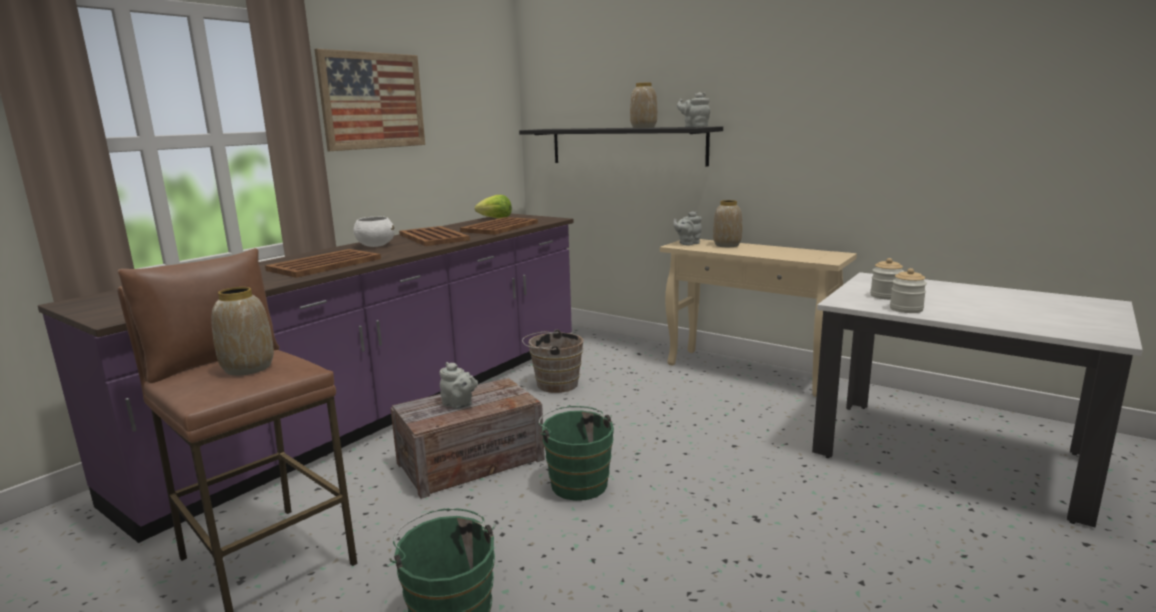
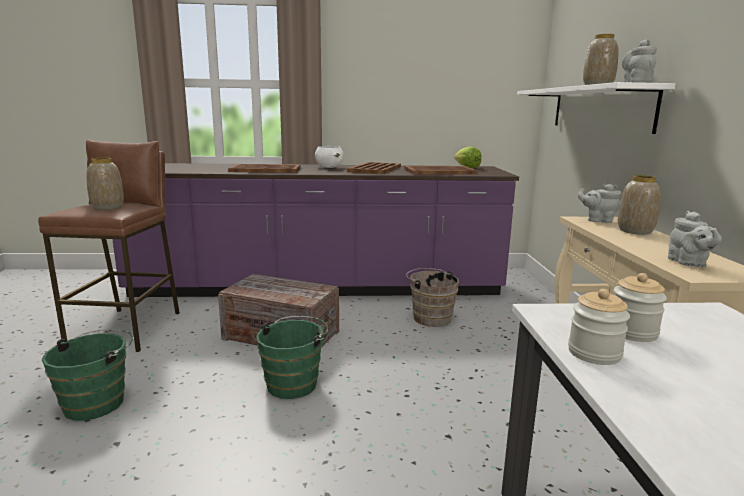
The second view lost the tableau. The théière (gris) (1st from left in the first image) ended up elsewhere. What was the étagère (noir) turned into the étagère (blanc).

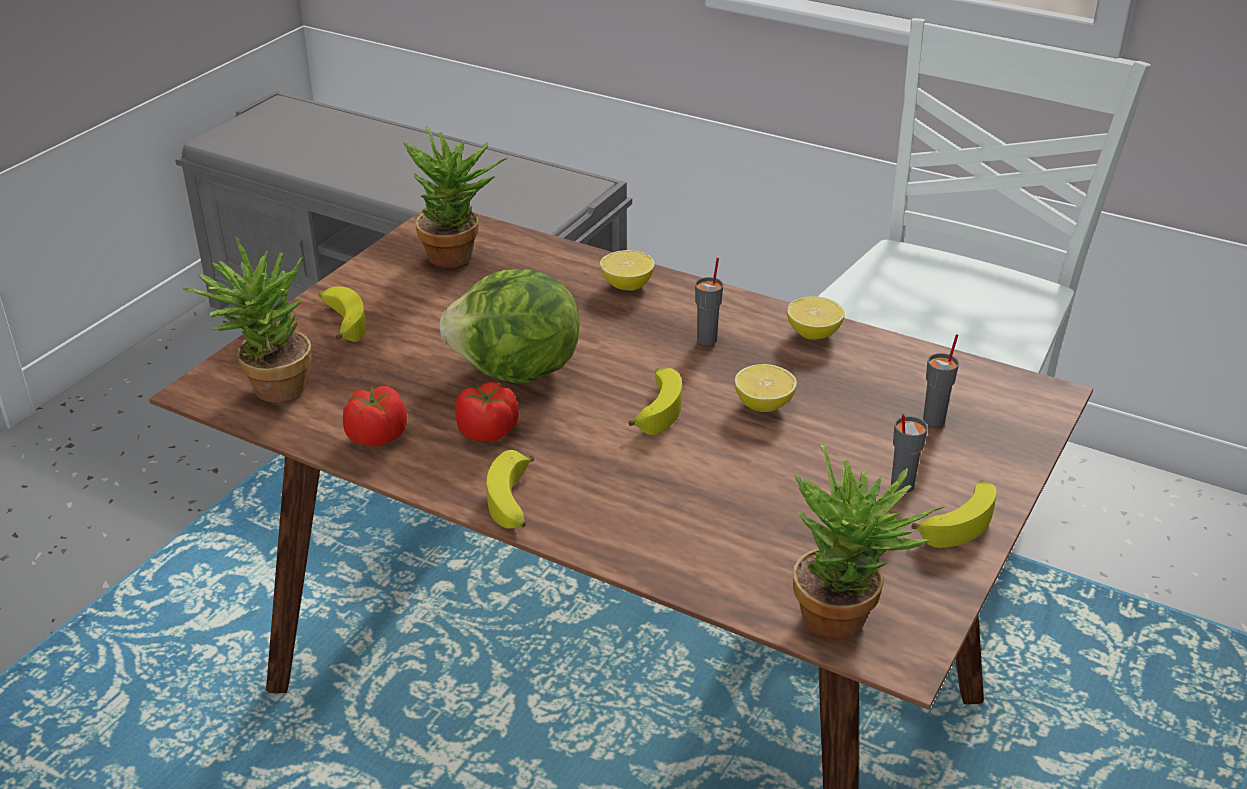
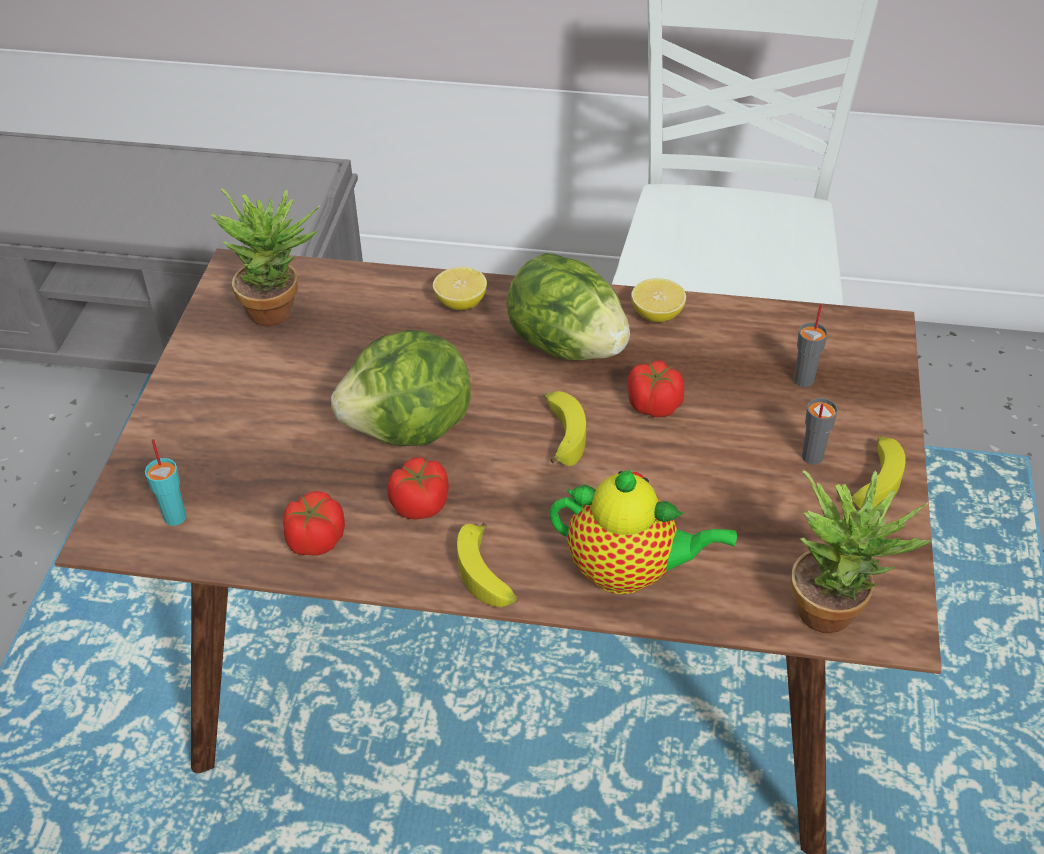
Where the plante en pot (1st from left) stood, the tasse (turquoise) came to stand. The second view lost the banane (1st from left). Where the tasse (gris) (1st from left) stood, the laitue (2nd from left) came to stand. Where the citron (2nd from left) stood, the tomate (3rd from left) came to stand. The second view gained the théière.

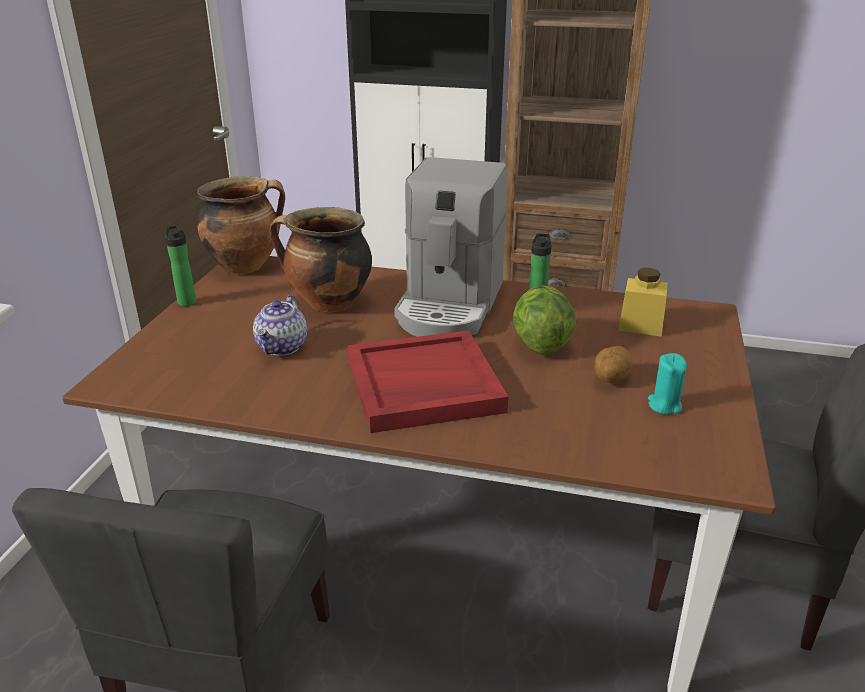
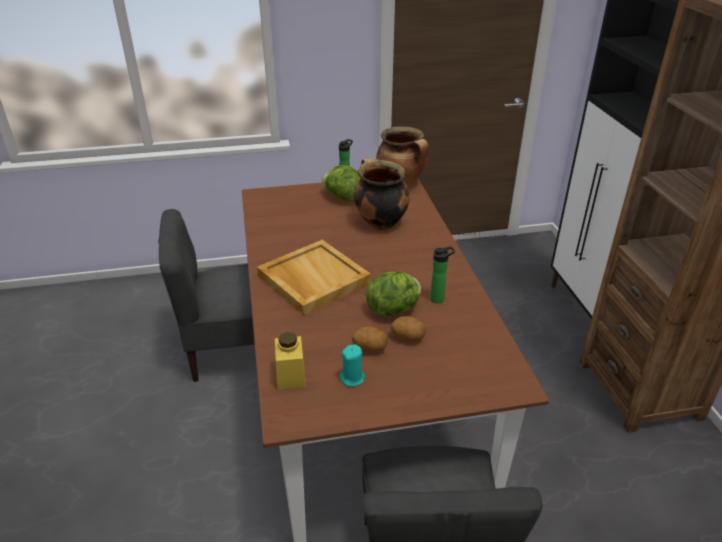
The second view lost the théière. What was the plateau (rouge) turned into the plateau (beige). The second view lost the machine à café. The bocal (jaune) ended up elsewhere. The second view gained the laitue (1st from left). The second view gained the pomme de terre (2nd from left).

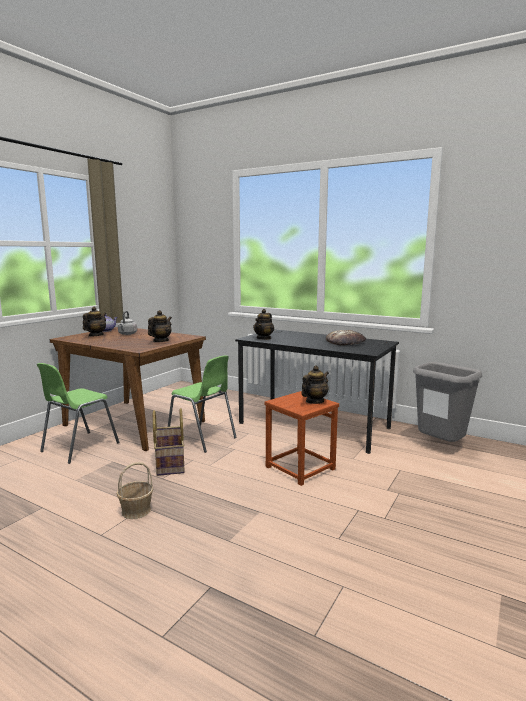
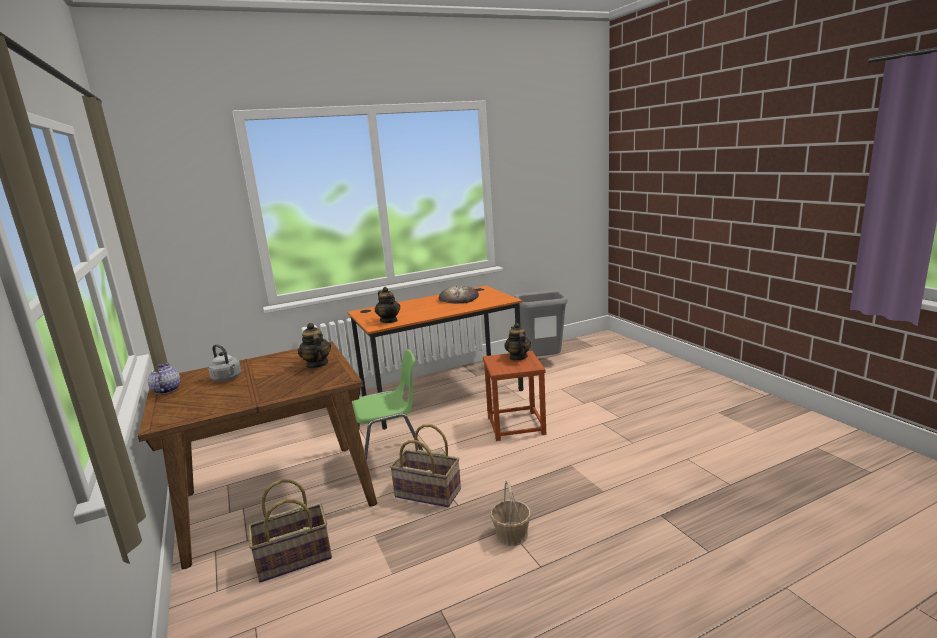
Where the chaise (vert) (1st from left) stood, the panier (1st from left) came to stand. The second view lost the théière (1st from left). What was the bureau (noir) turned into the bureau (orange).

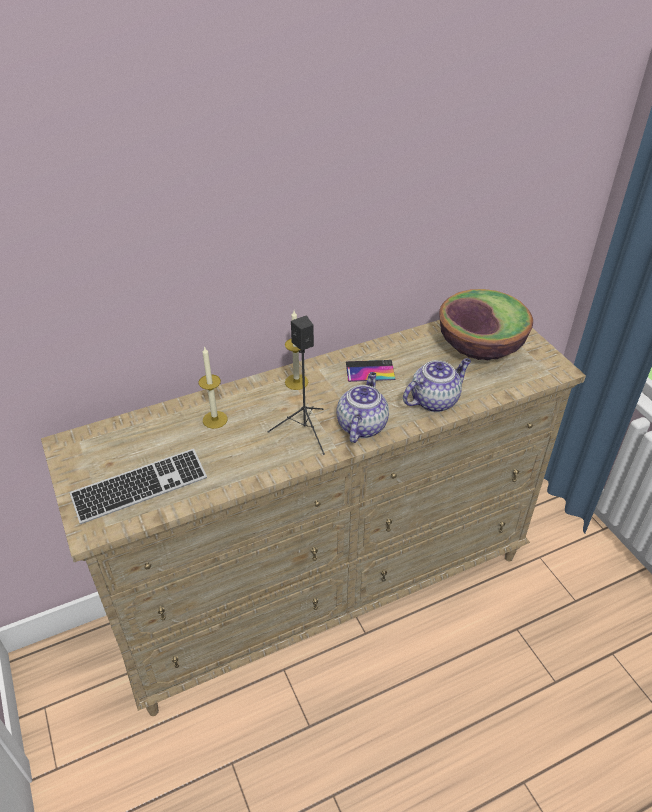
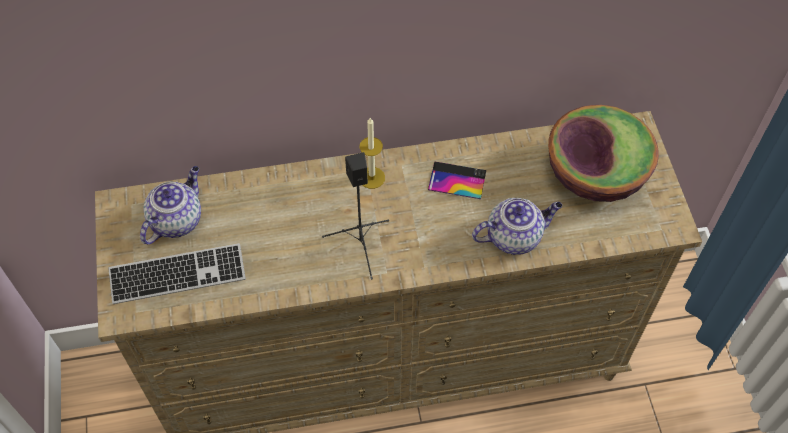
The second view lost the bougie (1st from left). The théière (1st from left) ended up elsewhere.

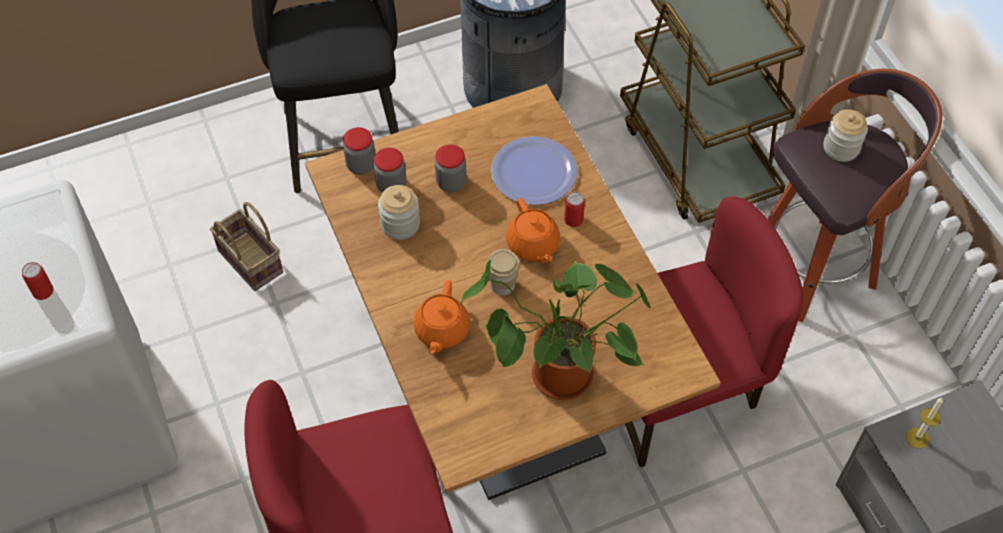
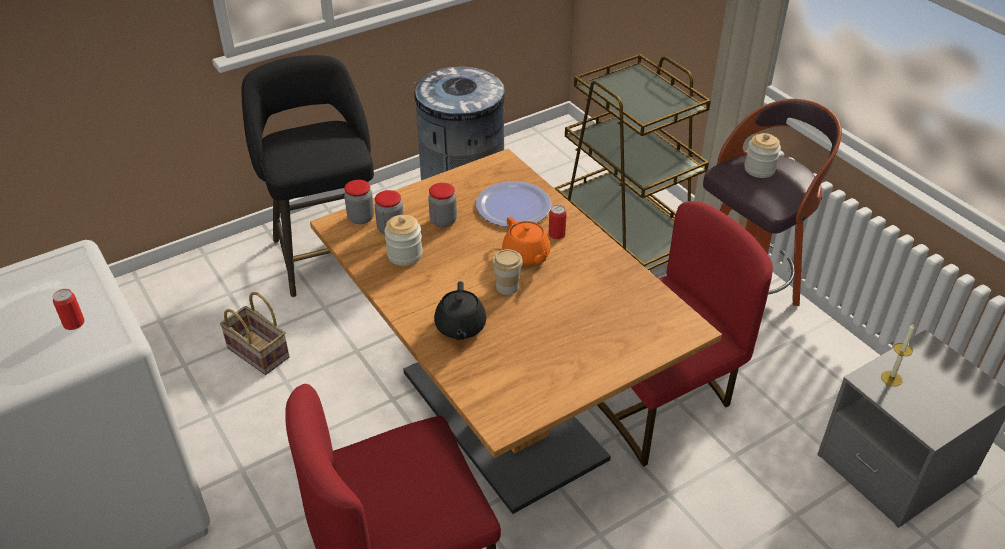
What was the théière (orange) (1st from left) turned into the théière (noir). The second view lost the plante en pot.

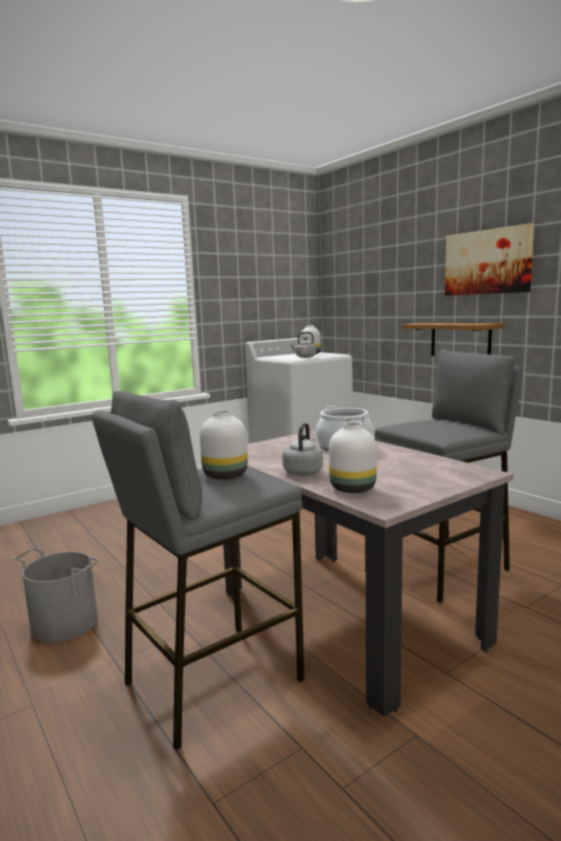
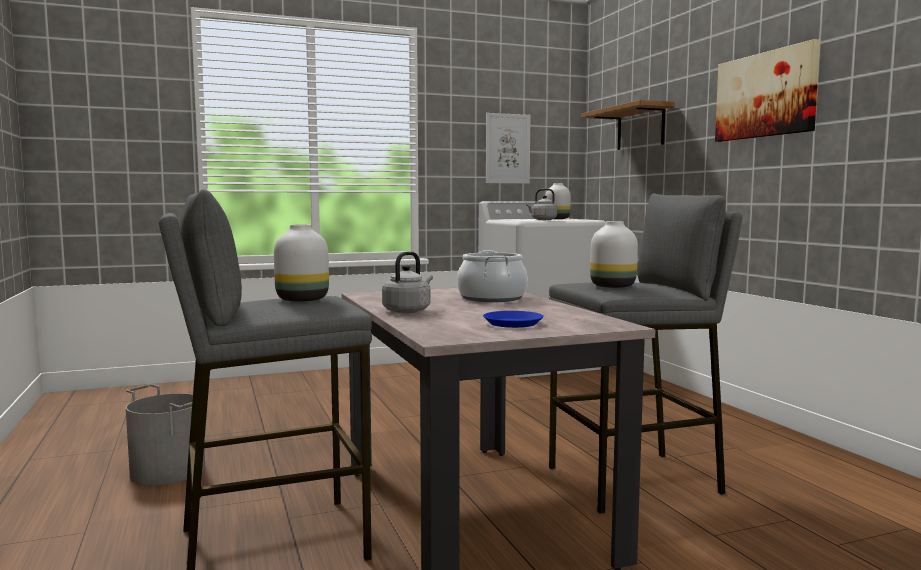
The vase (blanc) (3rd from left) ended up elsewhere. The étagère ended up elsewhere. The second view gained the assiette (bleu). The second view gained the tableau (1st from left).

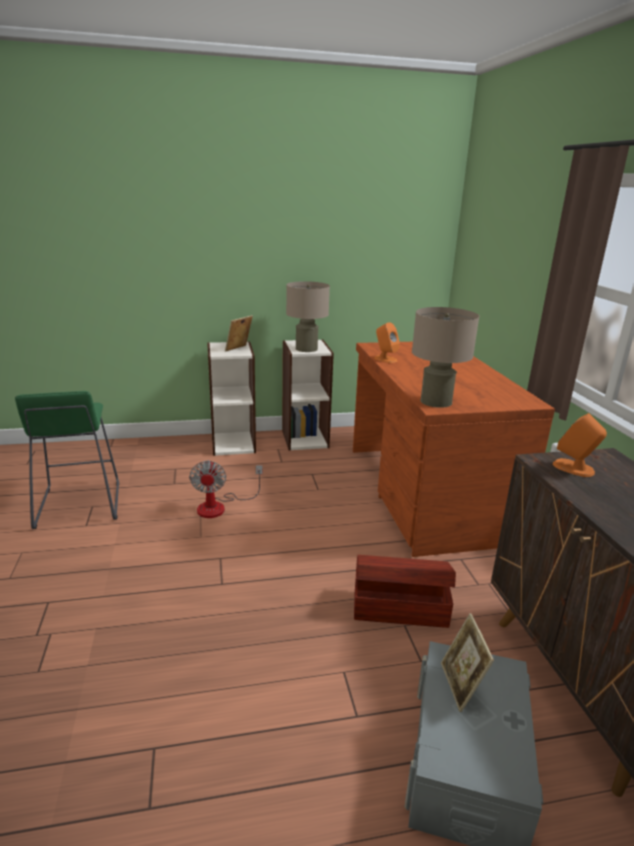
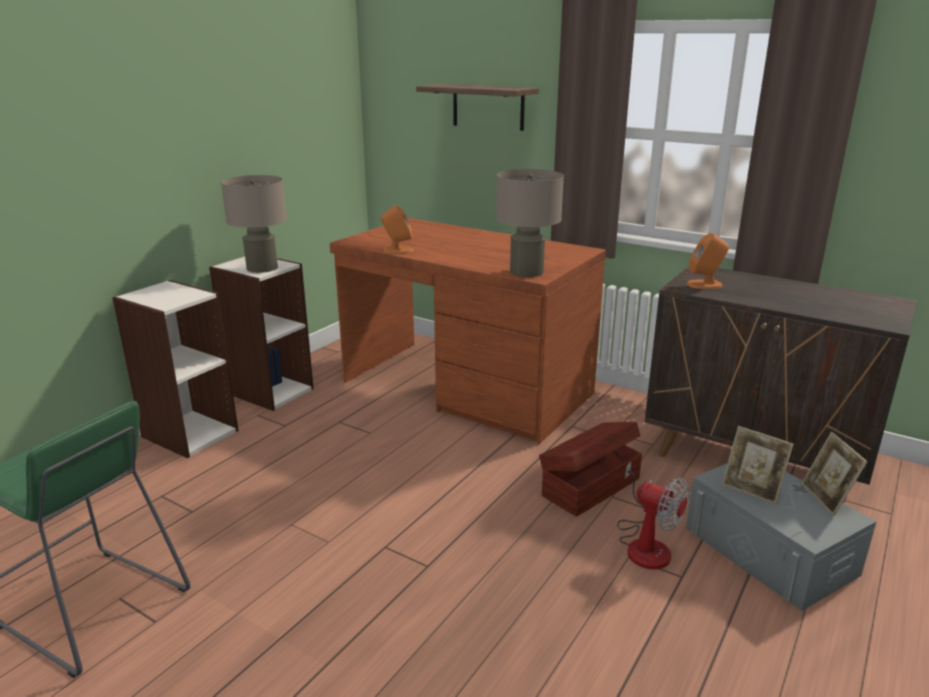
The ventilateur ended up elsewhere. The cadre photo (1st from left in the first image) ended up elsewhere. The second view gained the étagère.

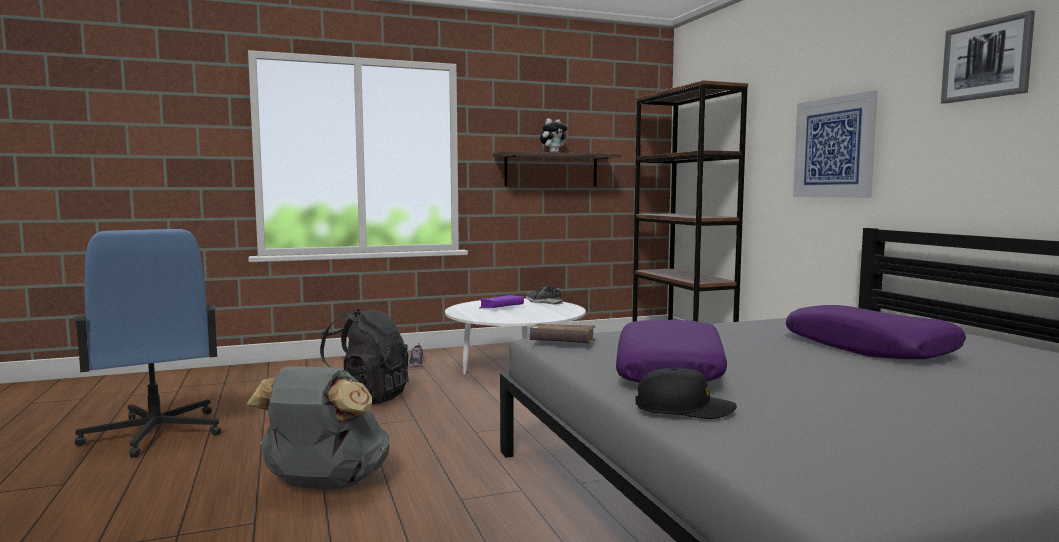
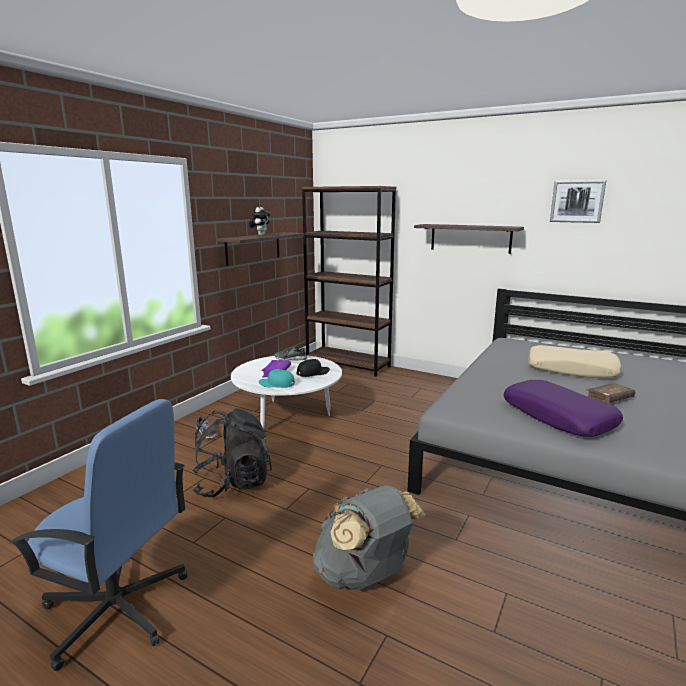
The livre (marron) ended up elsewhere. The casquette (noir) ended up elsewhere. What was the coussin (violet) (2nd from left) turned into the coussin (beige). Where the tableau (1st from left) hung, the étagère (2nd from left) came to hang. The second view gained the casquette (turquoise).

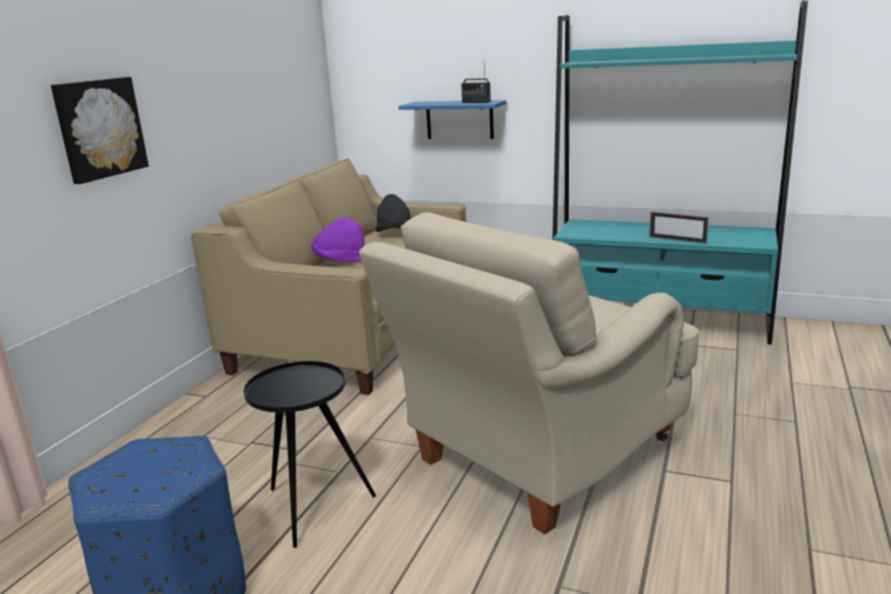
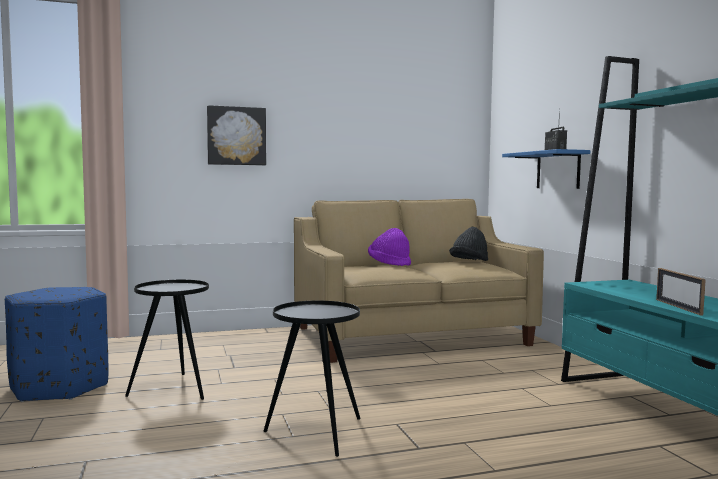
Where the fauteuil (beige) stood, the table d'appoint (noir) (2nd from left) came to stand.

